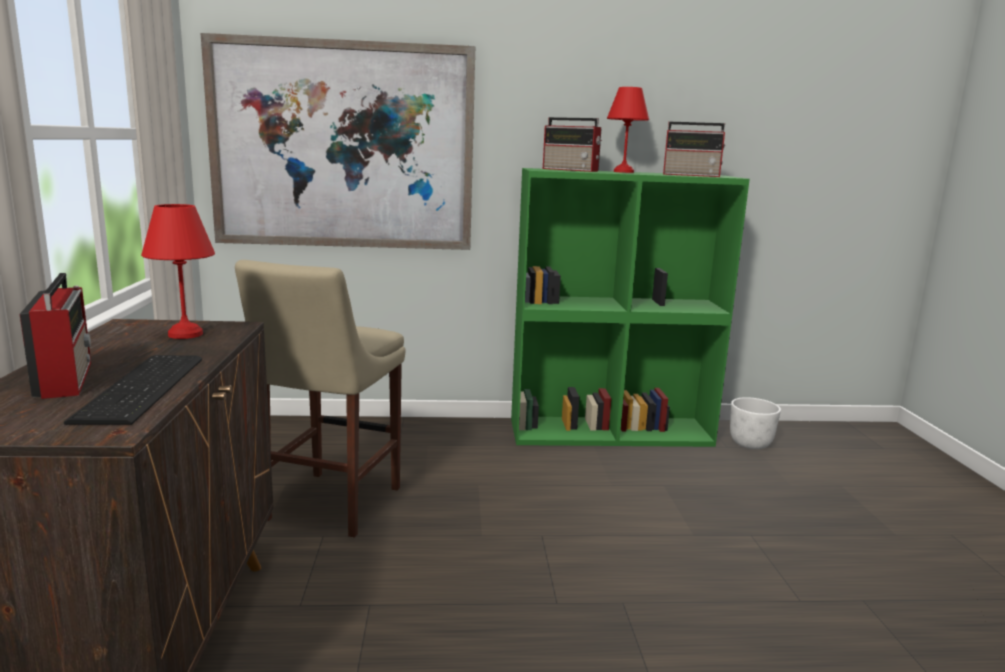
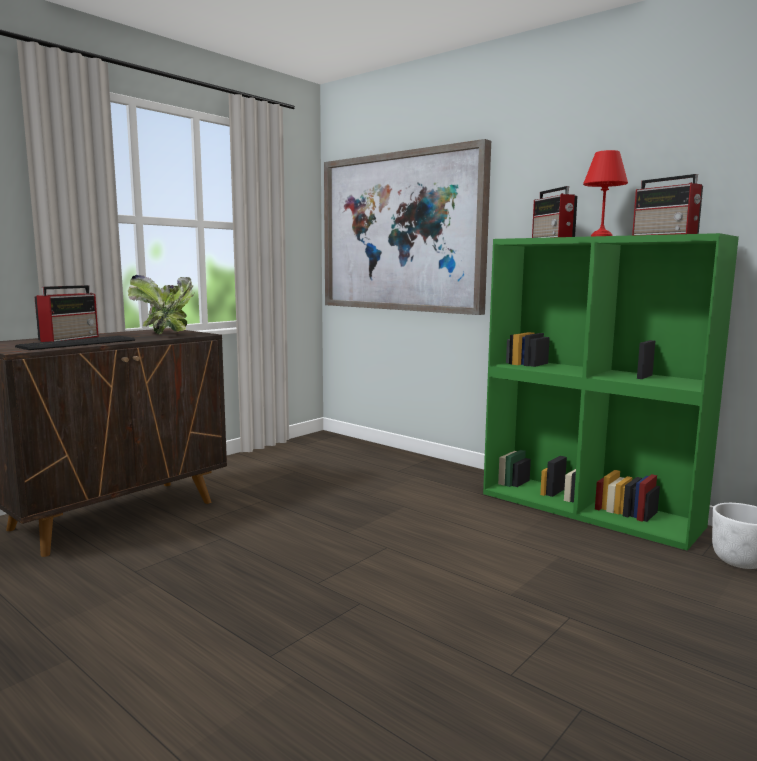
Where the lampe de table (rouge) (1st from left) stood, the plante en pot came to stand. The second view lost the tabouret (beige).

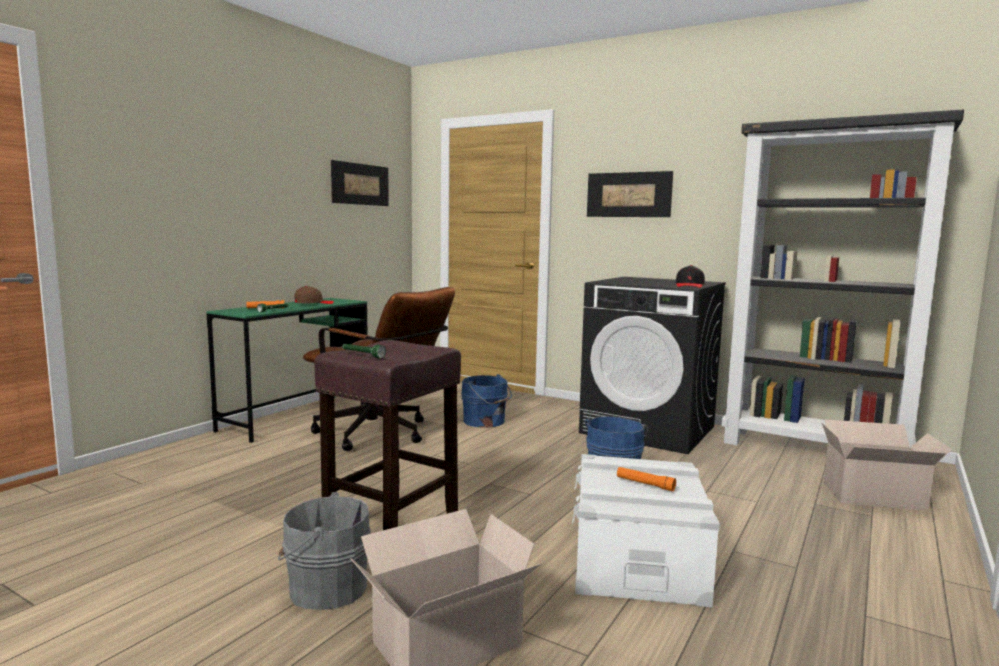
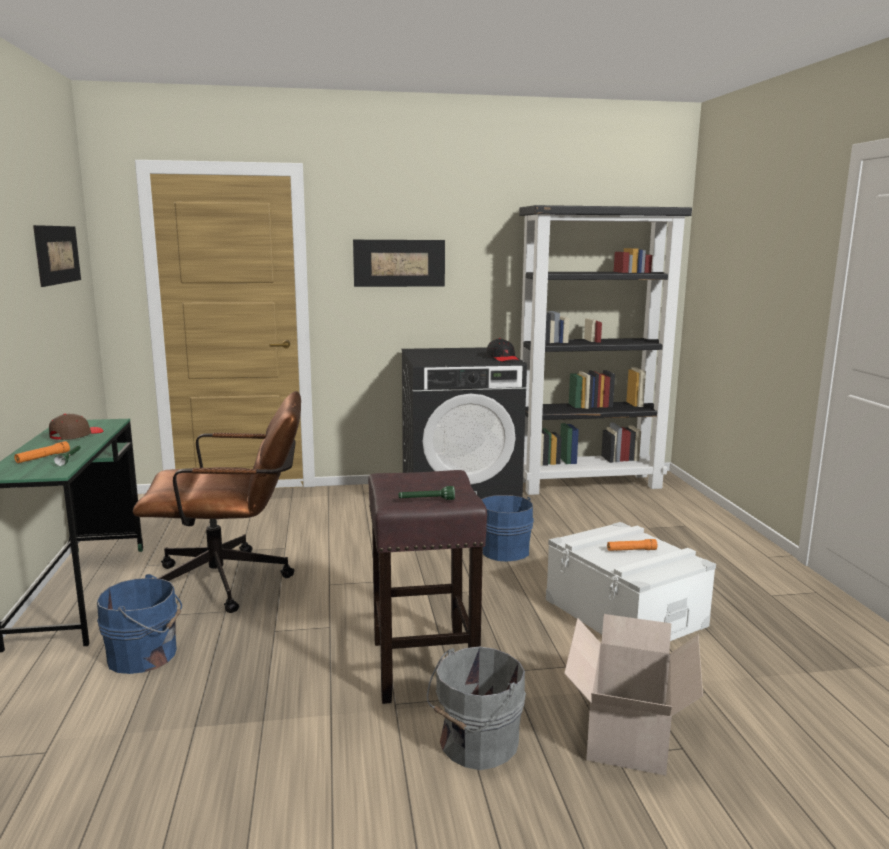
The seau (bleu) (1st from left) ended up elsewhere. The second view lost the carton (2nd from left).

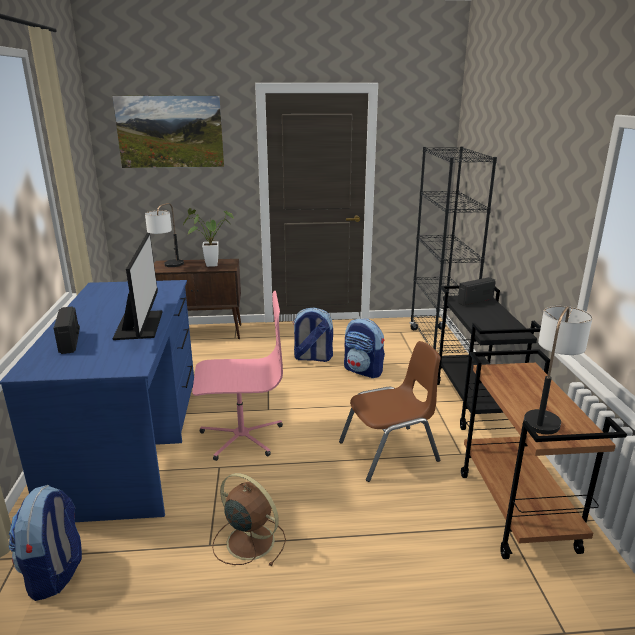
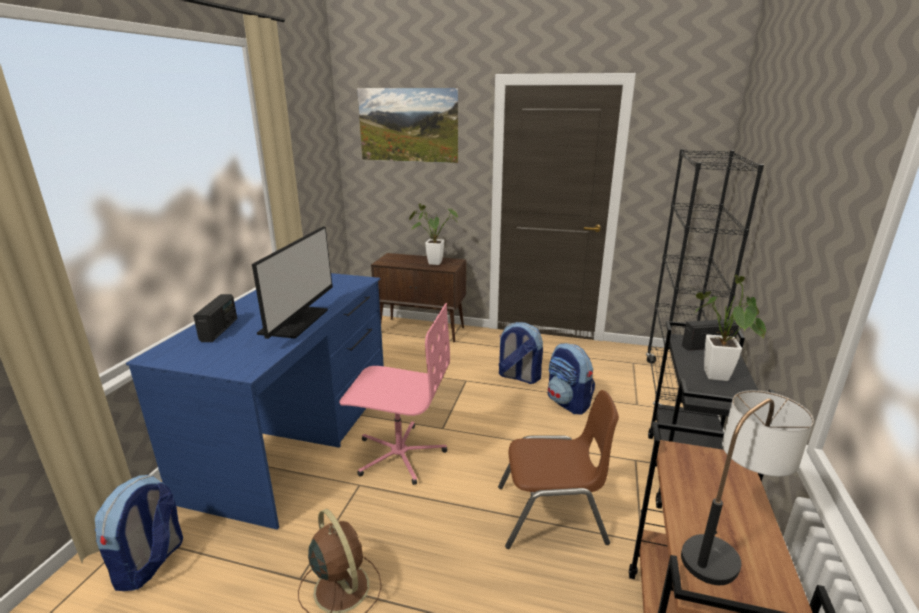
The second view lost the lampe de table (1st from left). The second view gained the plante en pot (2nd from left).

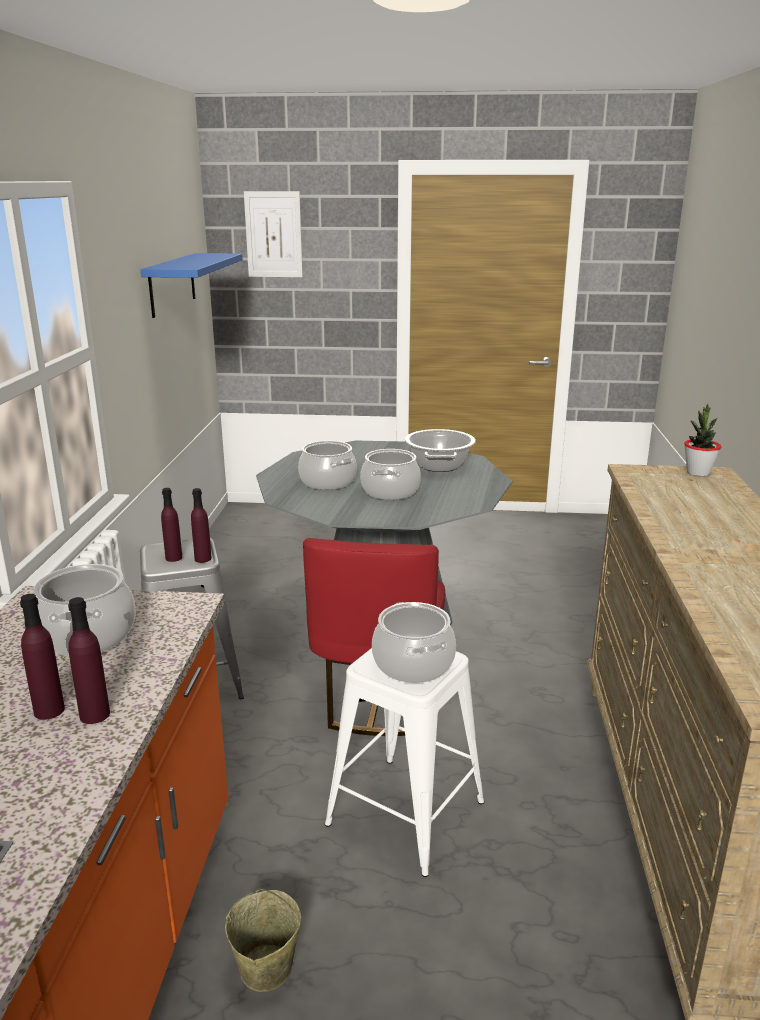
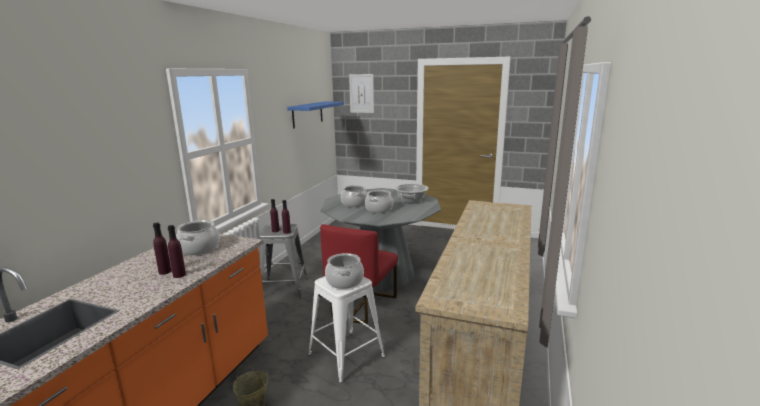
The second view lost the plante en pot.

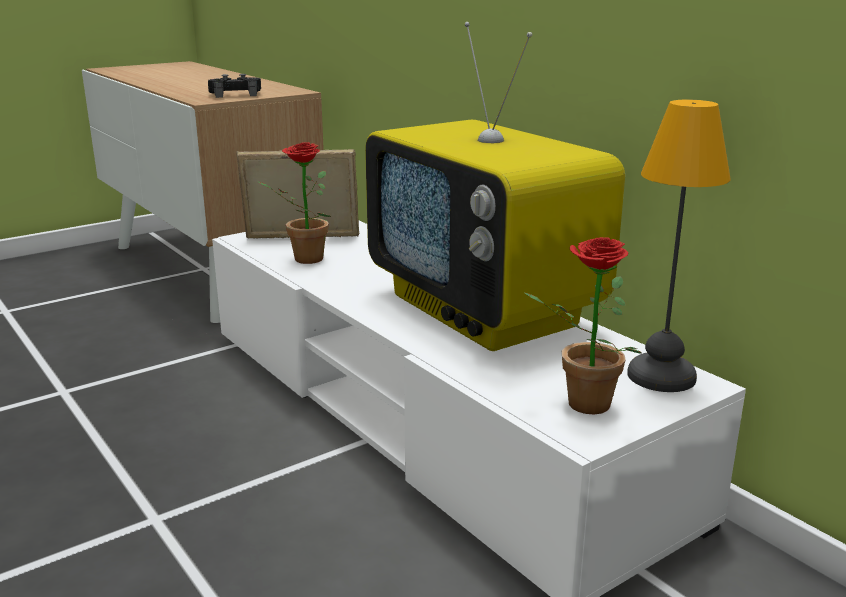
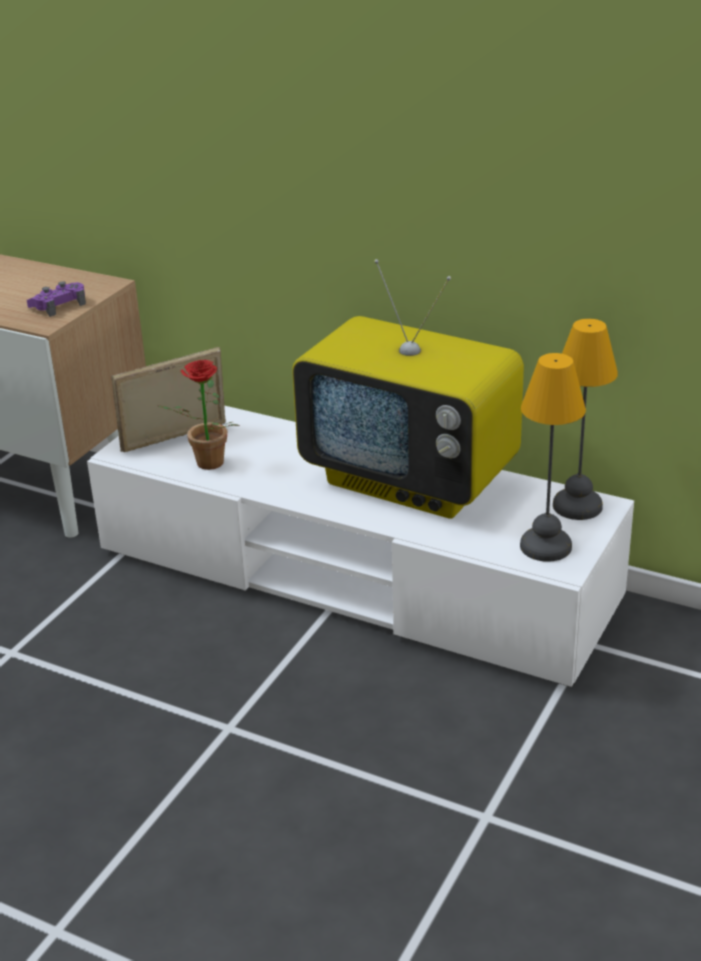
What was the manette (noir) turned into the manette (violet). Where the plante en pot (2nd from left) stood, the lampe de table (1st from left) came to stand.

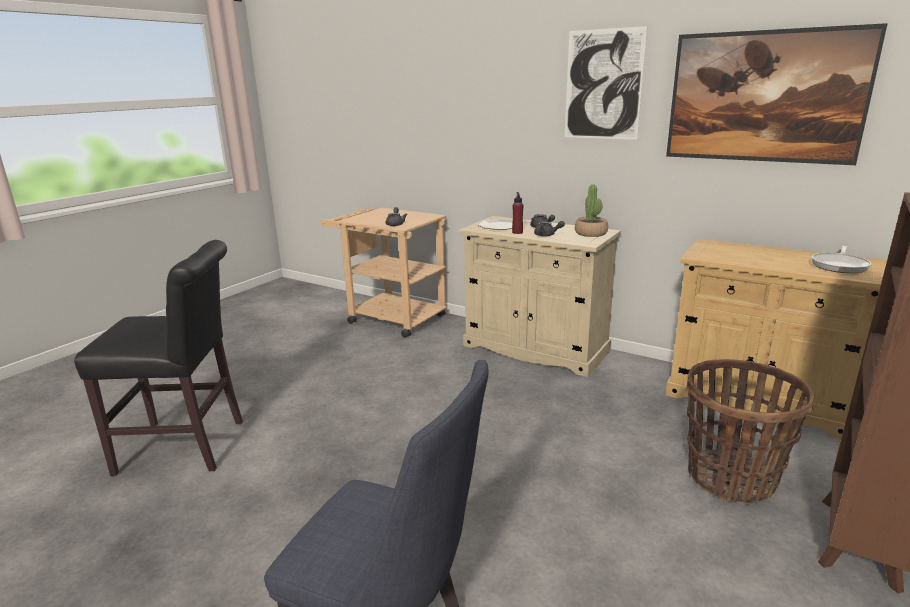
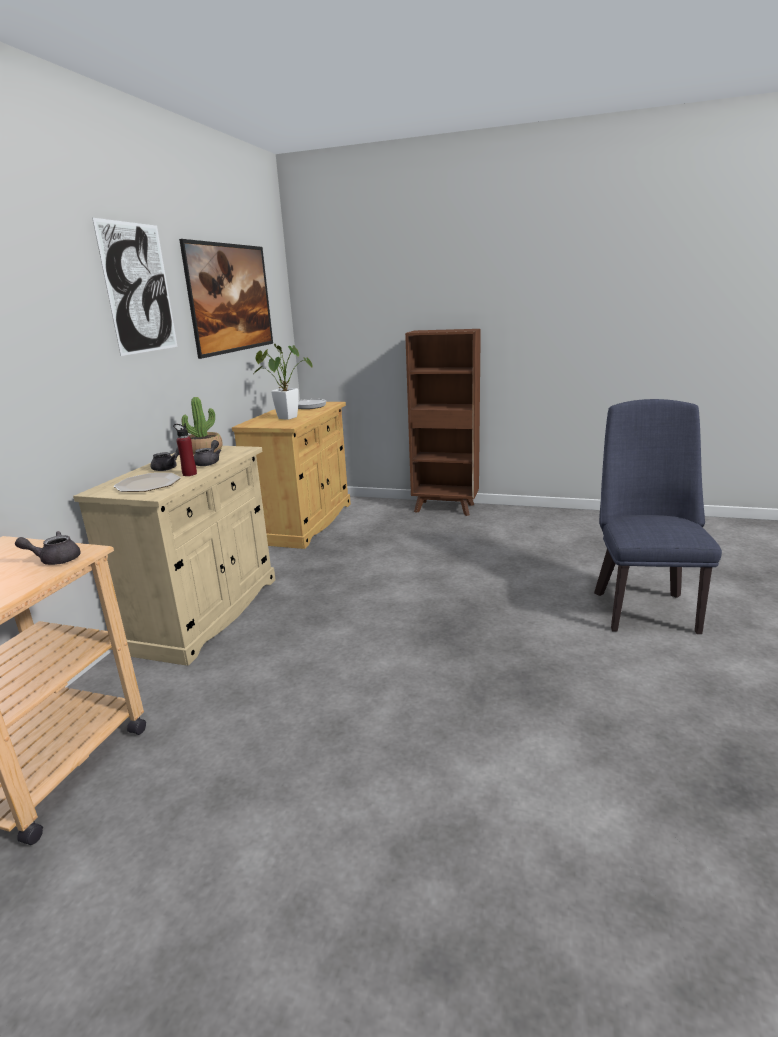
The second view lost the chaise (noir). The second view lost the panier. The second view gained the plante en pot (2nd from left).

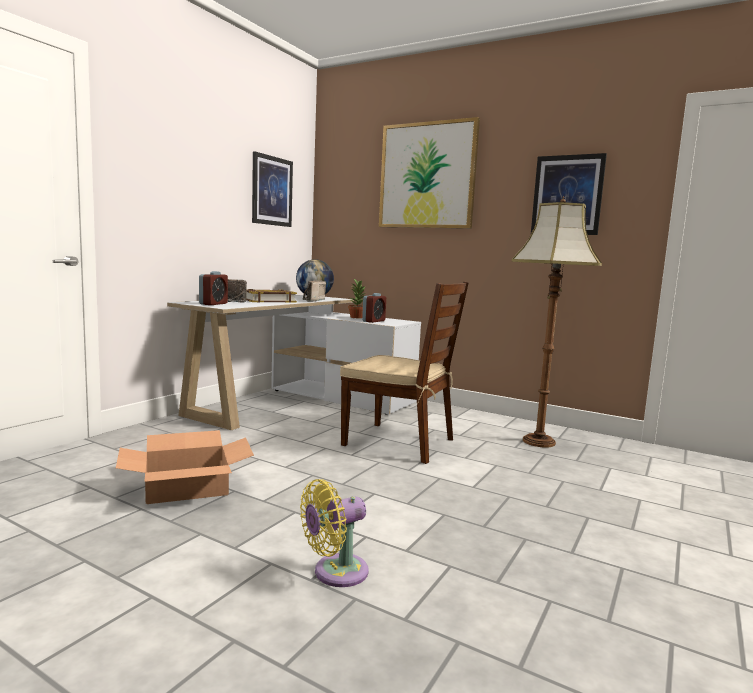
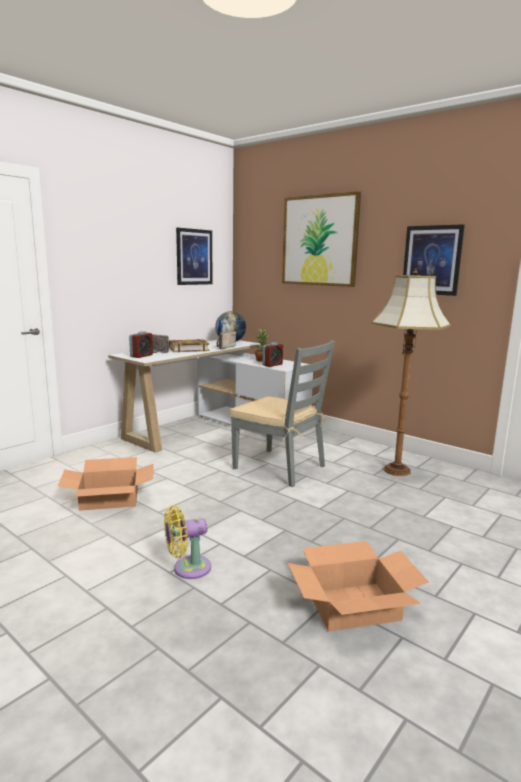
What was the chaise (marron) turned into the chaise (gris). The second view gained the carton (2nd from left).

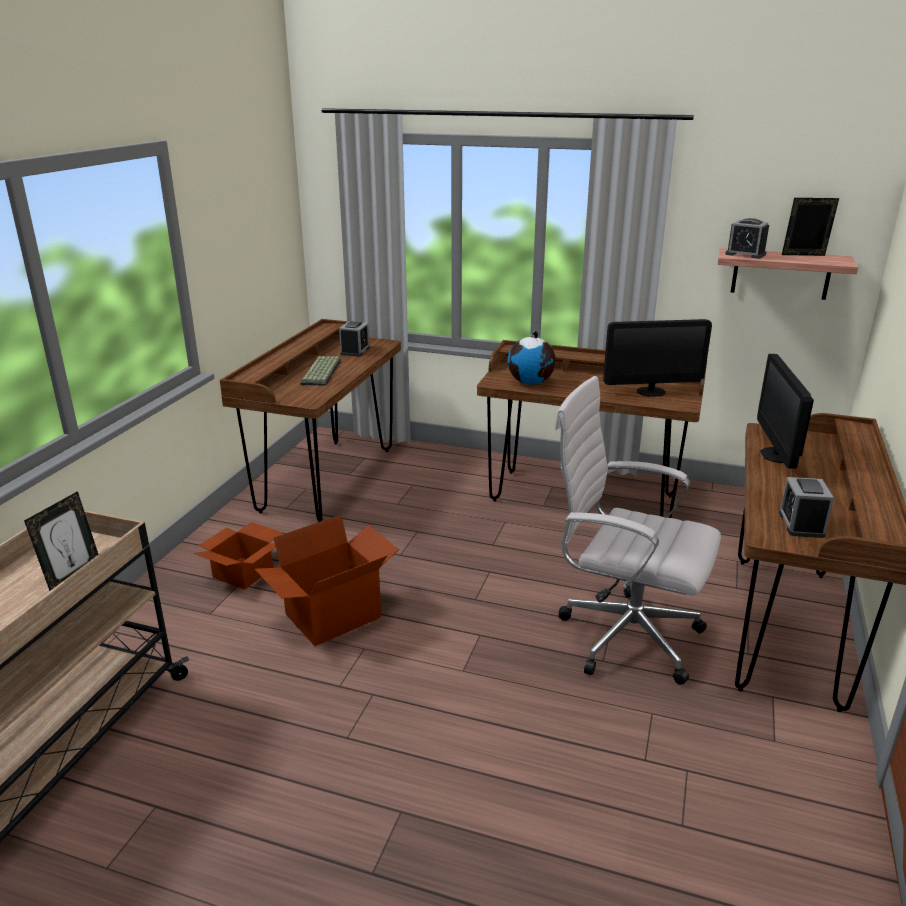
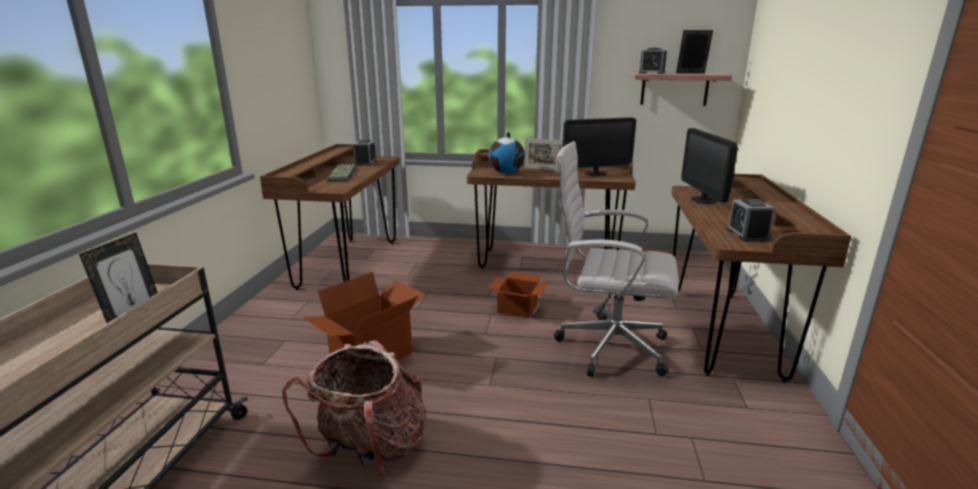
The carton (1st from left in the first image) ended up elsewhere. The second view gained the sac à dos. The second view gained the cadre photo (2nd from left).

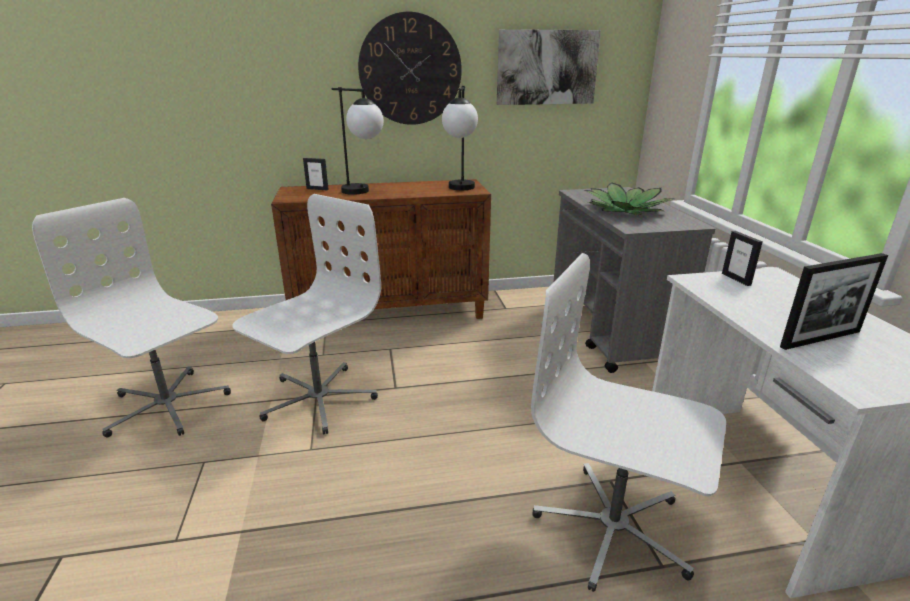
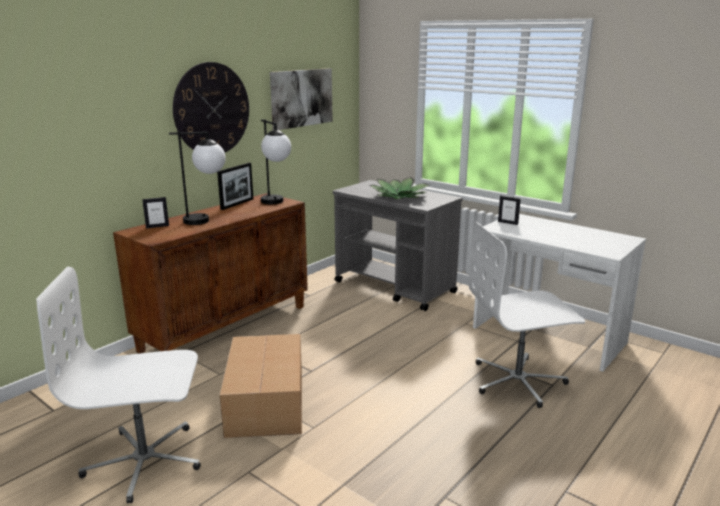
Where the chaise de bureau (blanc) (2nd from left) stood, the carton came to stand. The cadre photo (3rd from left in the first image) ended up elsewhere.

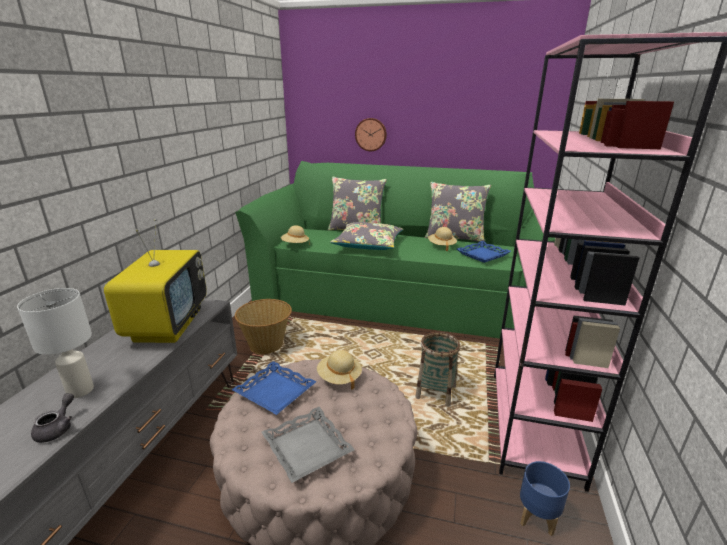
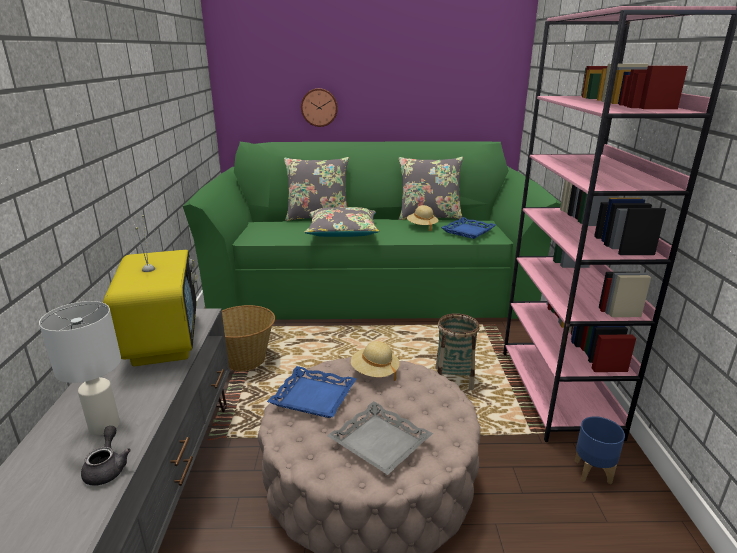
The second view lost the chapeau (beige) (1st from left).

